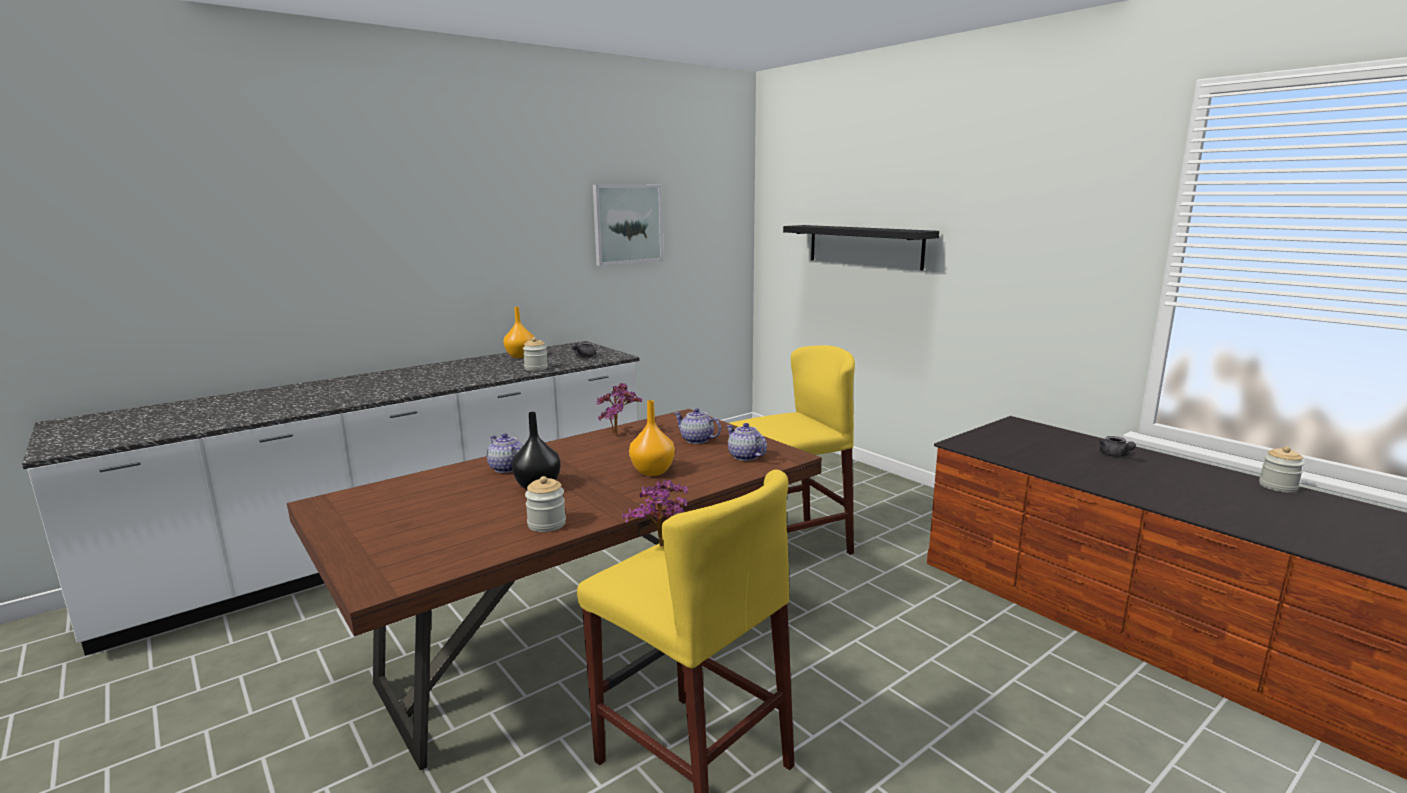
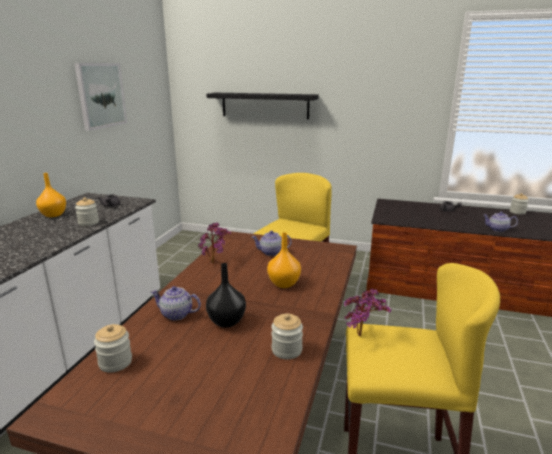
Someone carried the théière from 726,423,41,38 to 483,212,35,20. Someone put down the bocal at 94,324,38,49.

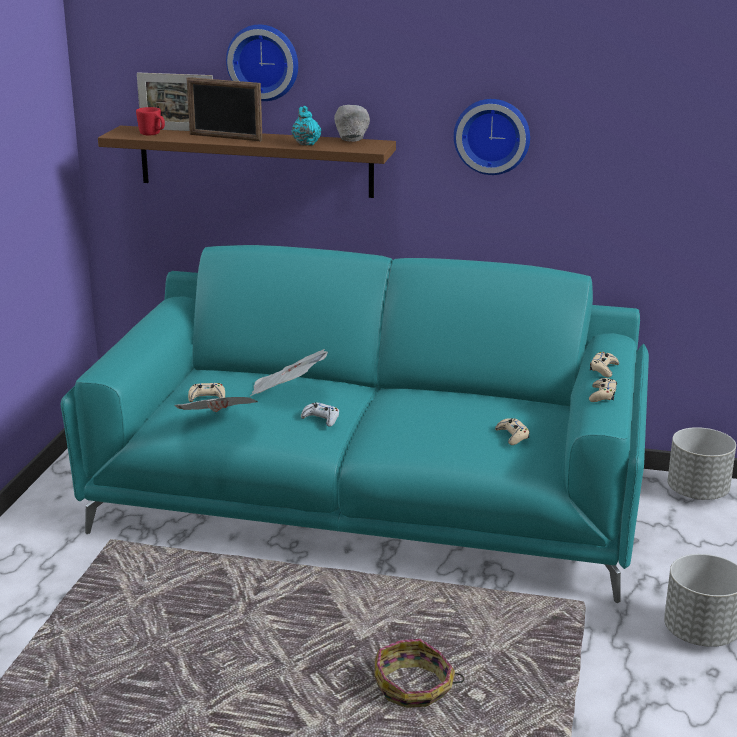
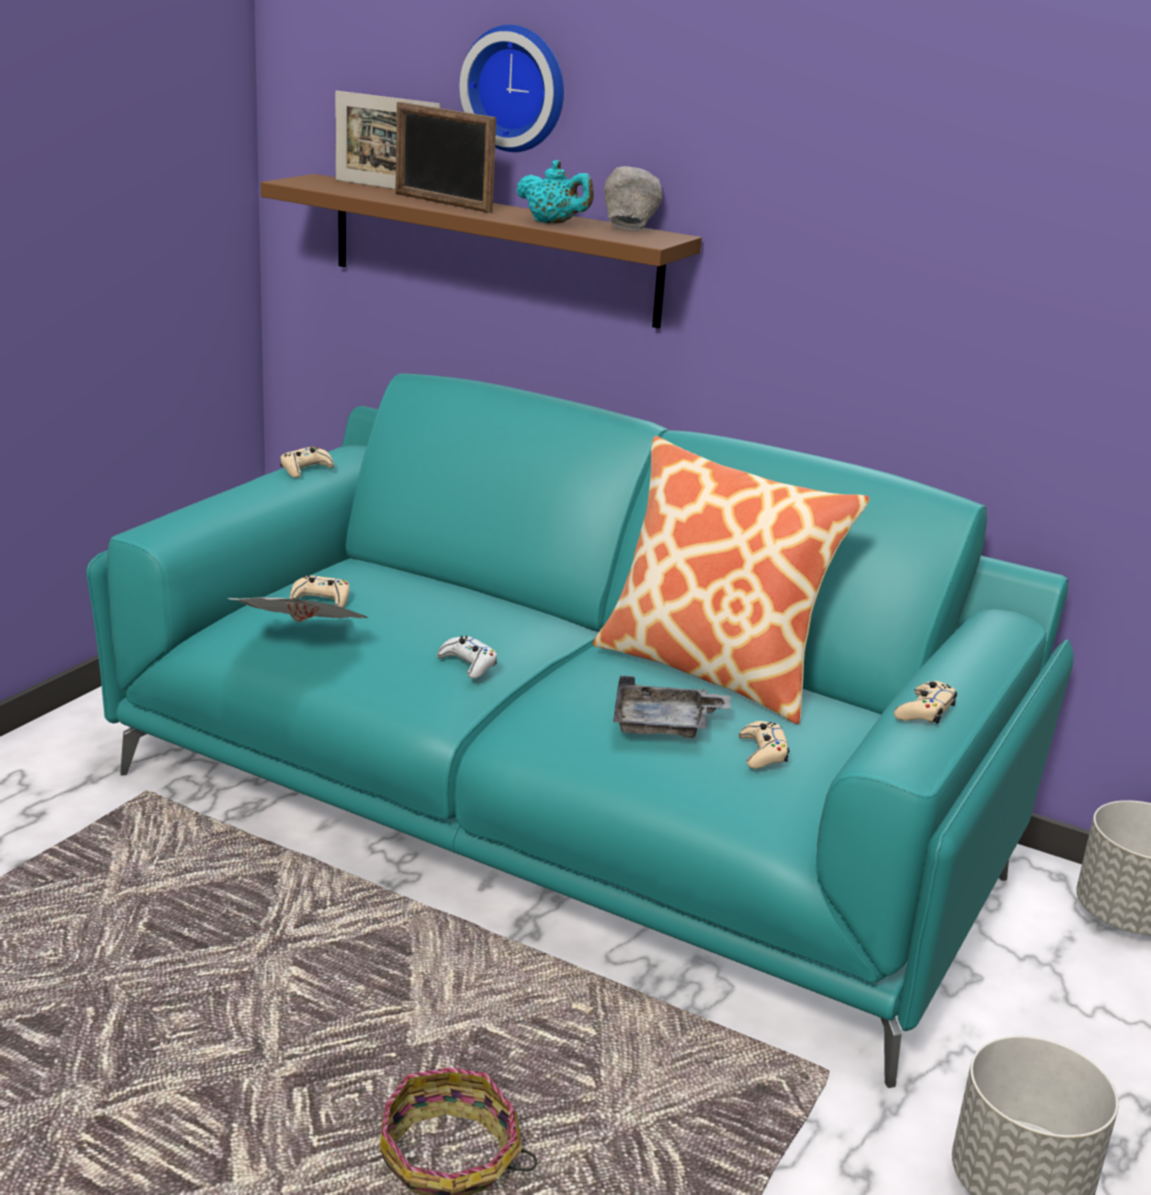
Someone took away the mug (rouge) at 136,107,29,29. Someone took away the journal at 250,349,78,47. Someone rotated the théière (turquoise) at 292,106,29,39 by 120 degrees clockwise. Someone took away the horloge murale at 454,99,76,76. Someone carried the manette (beige) from 590,352,29,25 to 280,446,54,32. Someone put down the coussin at 593,436,277,288. Someone put down the plateau (gris) at 613,676,118,62.

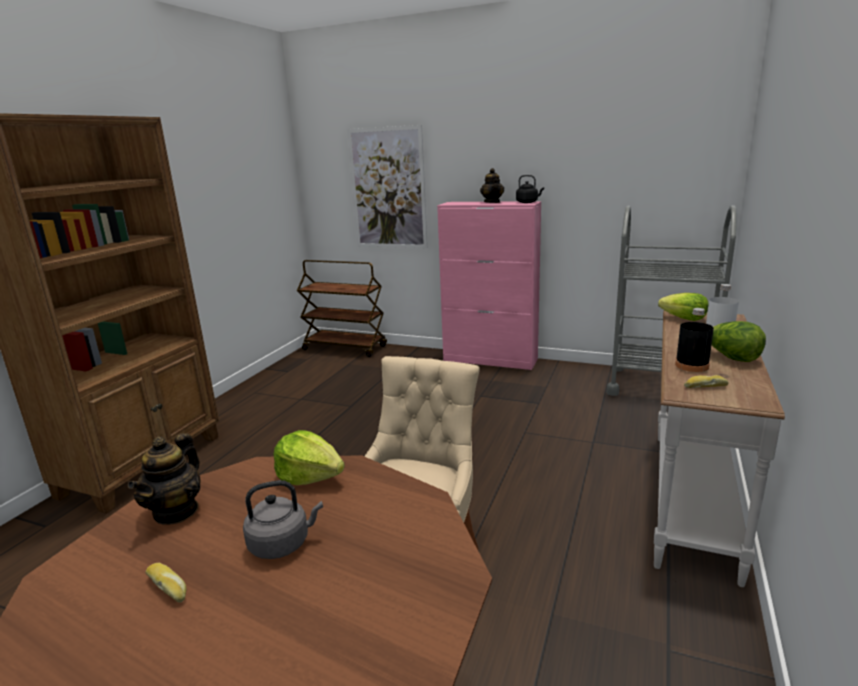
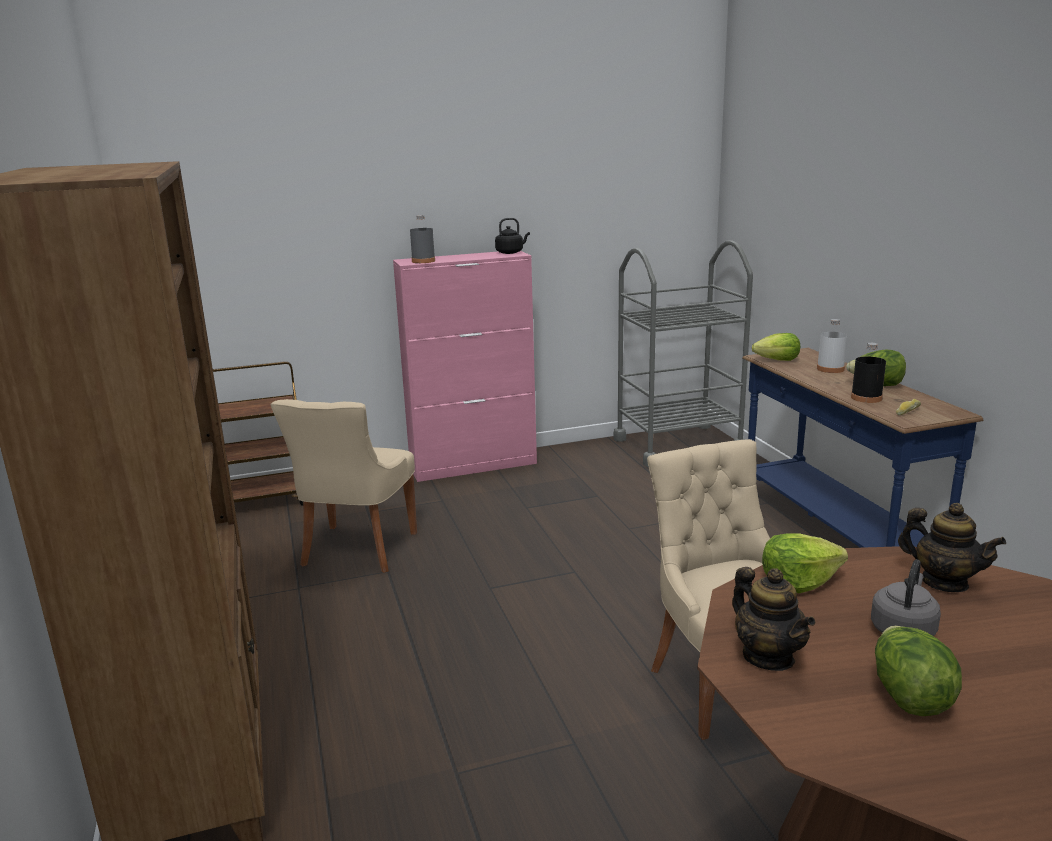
Someone swapped the pain at 146,563,40,40 for the laitue at 875,626,87,90. Someone took away the tableau at 347,125,81,123. Someone carried the théière from 480,168,24,35 to 898,503,108,89. Someone repainted the table console (blanc) at 654,310,131,277, which became the table console (bleu) at 742,348,241,200. Someone put down the chaise (beige) at 270,399,147,174. Someone put down the bouteille (gris) at 410,215,25,48.

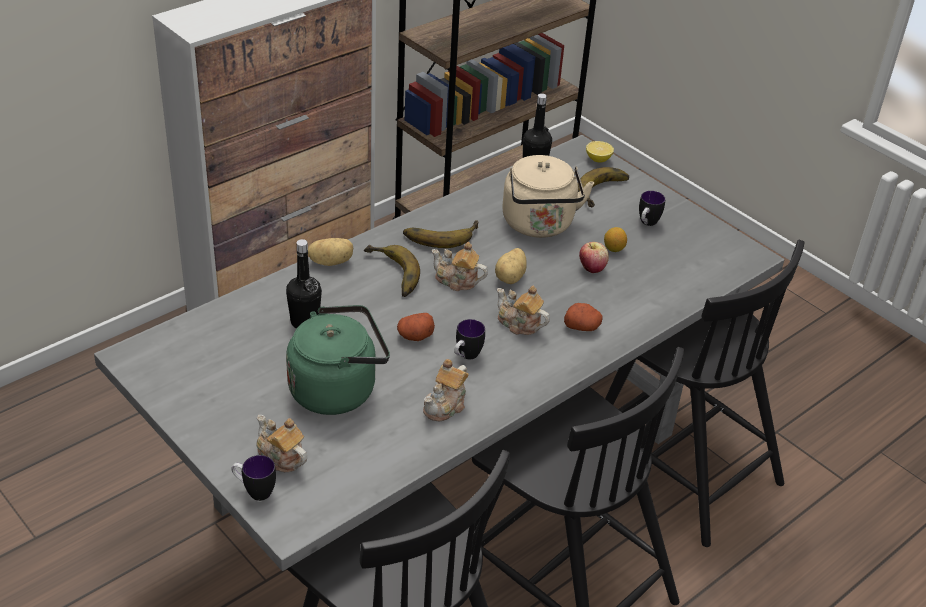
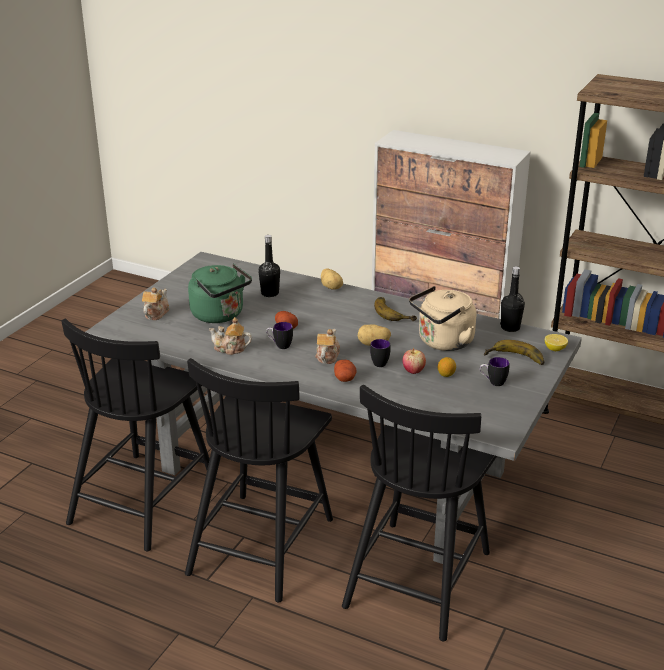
Someone carried the mug from 232,455,44,46 to 370,339,20,28. Someone took away the banane at 364,245,56,52. Someone took away the théière at 432,242,56,49.

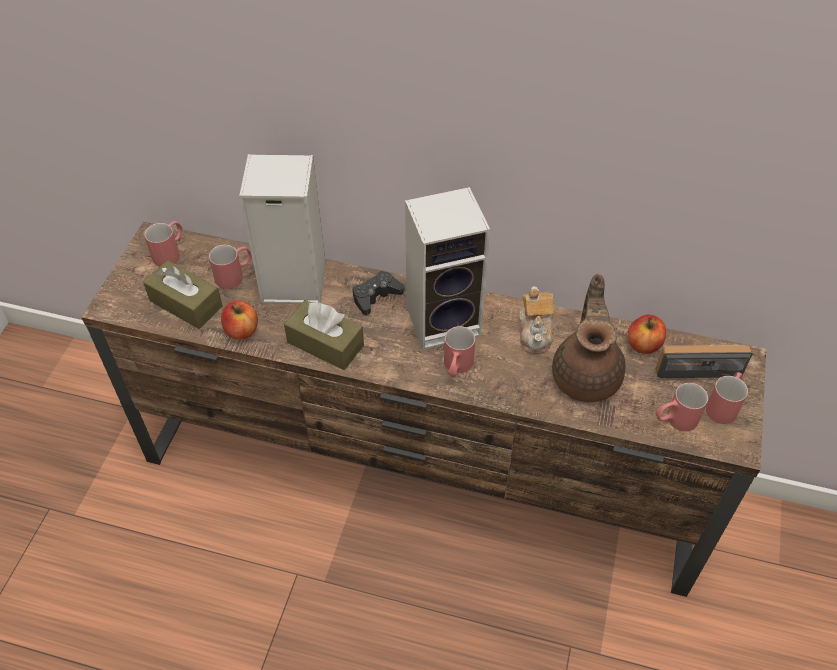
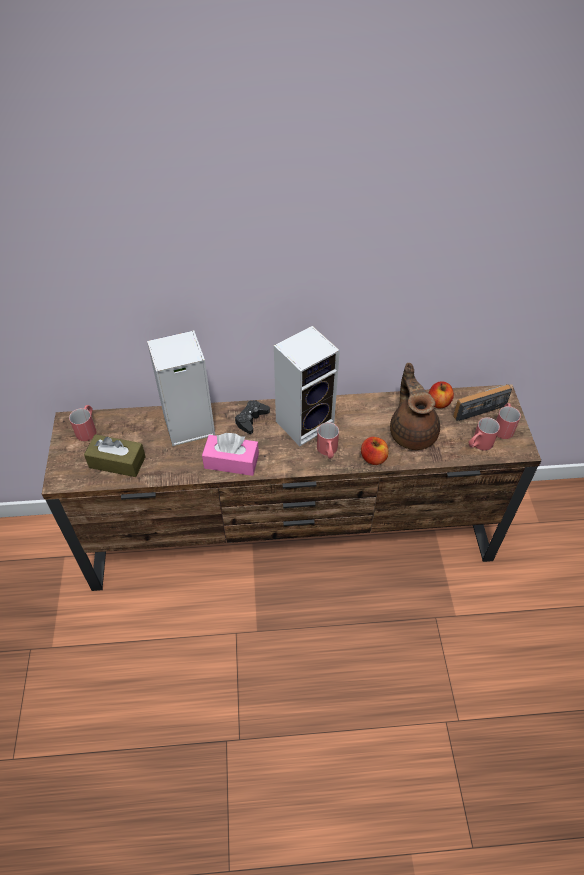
Someone took away the mug (rouge) at 209,245,43,44. Someone carried the pomme from 221,300,37,40 to 361,437,28,28. Someone repainted the boîte à mouchoirs (marron) at 284,300,80,70, which became the boîte à mouchoirs (rose) at 202,433,57,43. Someone took away the théière at 519,286,35,68.

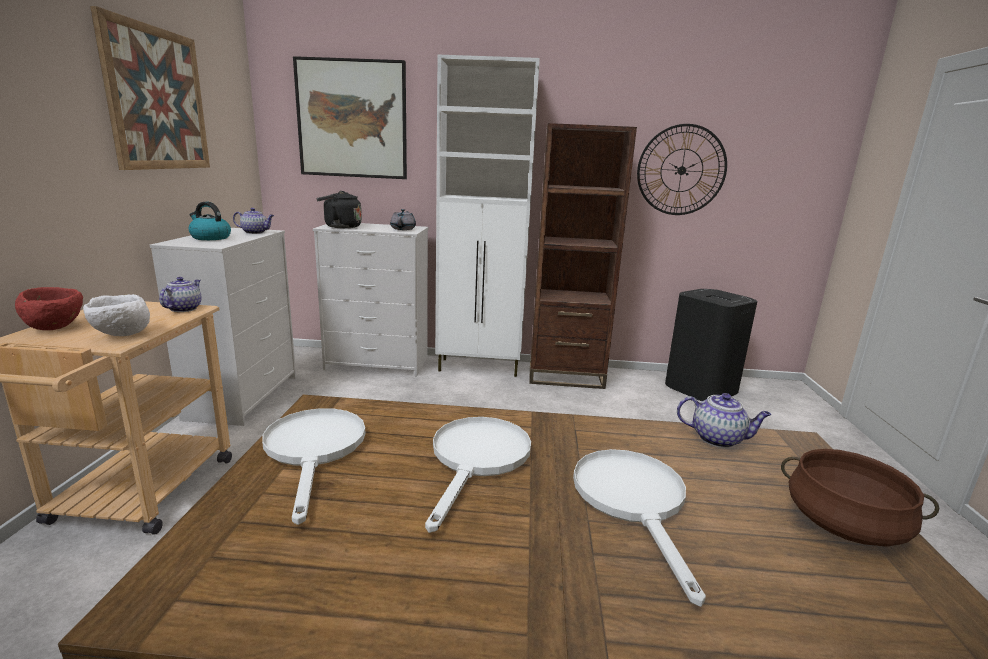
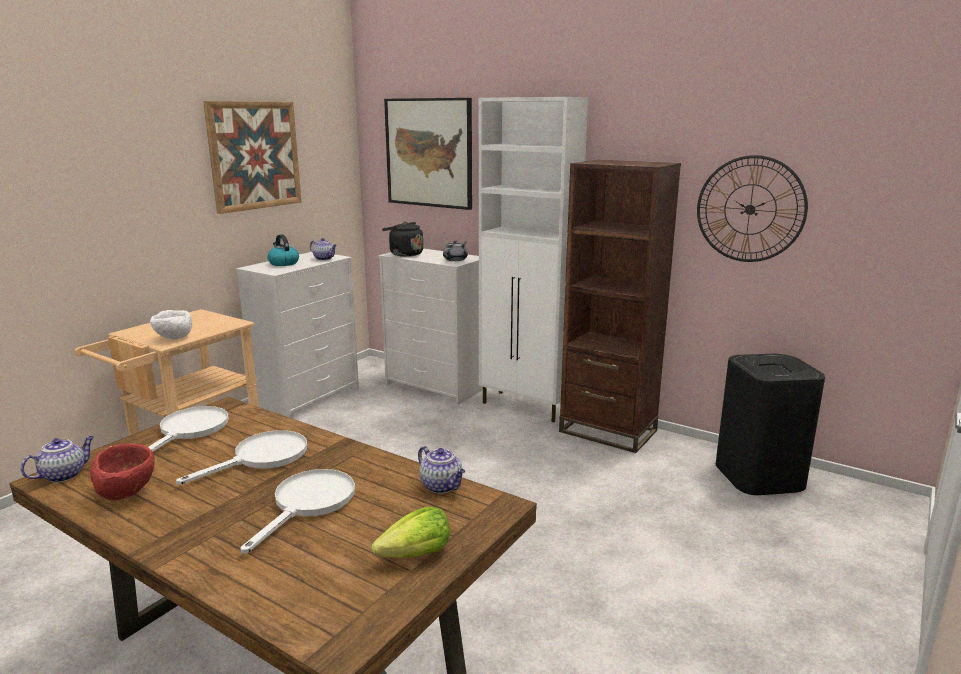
Someone carried the bol (rouge) from 15,287,68,43 to 90,444,65,56. Someone carried the théière from 159,277,42,35 to 20,436,74,47. Someone swapped the marmite (marron) at 781,449,158,98 for the laitue at 372,507,78,51.

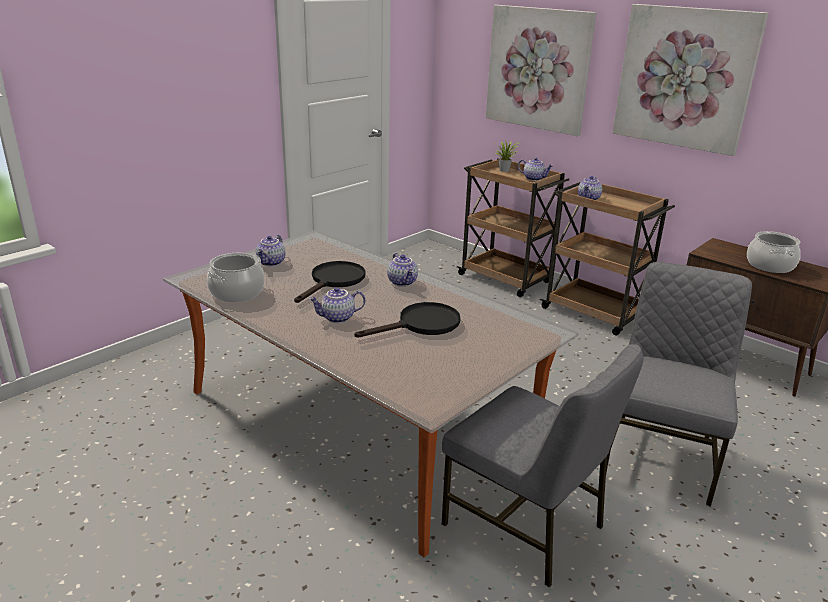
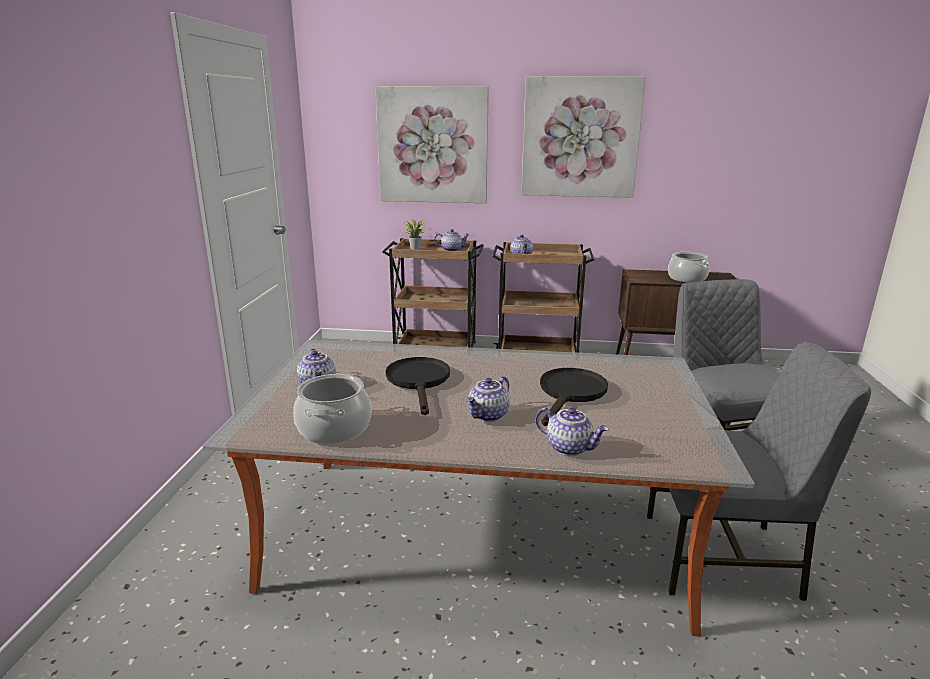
Someone carried the théière from 387,253,31,34 to 535,407,74,49.

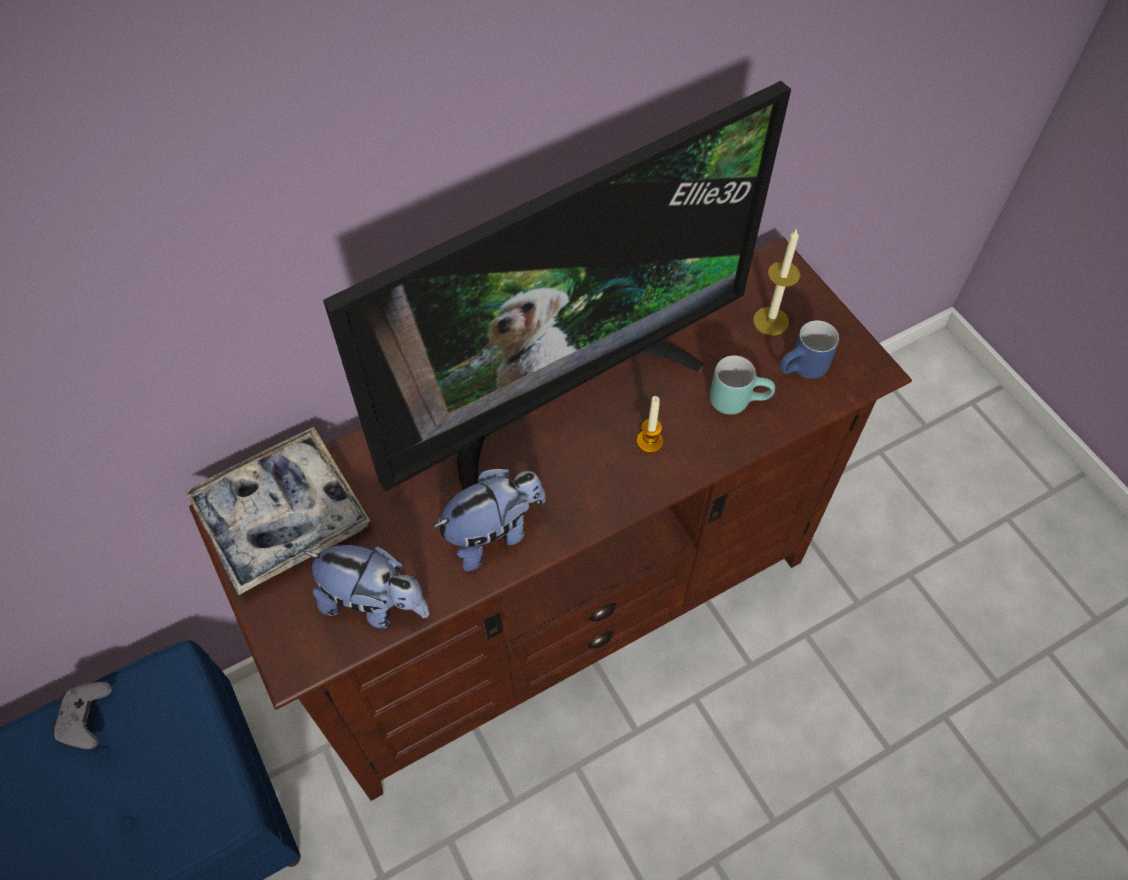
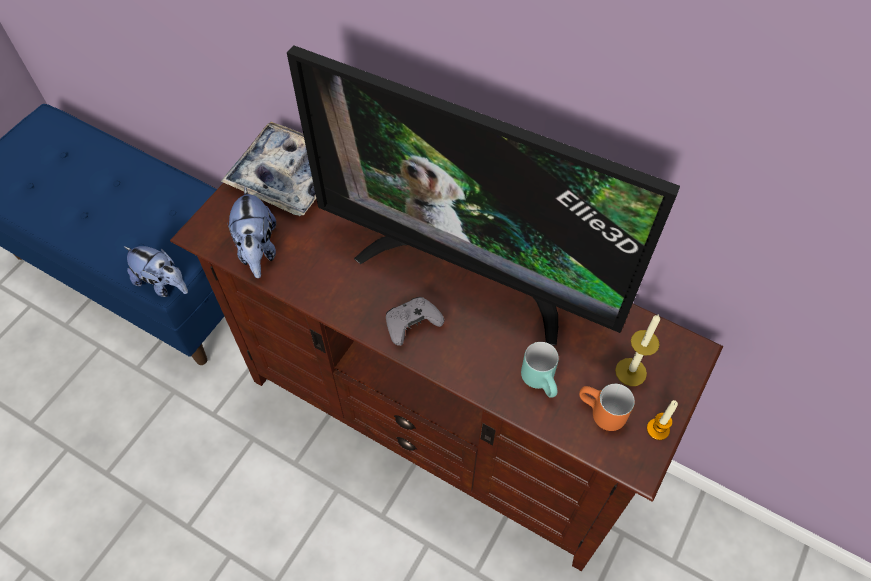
Someone carried the manette (gris) from 53,682,59,67 to 386,297,58,49. Someone carried the peluche from 433,468,113,103 to 124,246,64,51. Someone carried the bougie from 637,396,26,57 to 647,400,31,40. Someone repainted the mug (bleu) at 779,320,60,59, which became the mug (orange) at 579,384,56,47.

